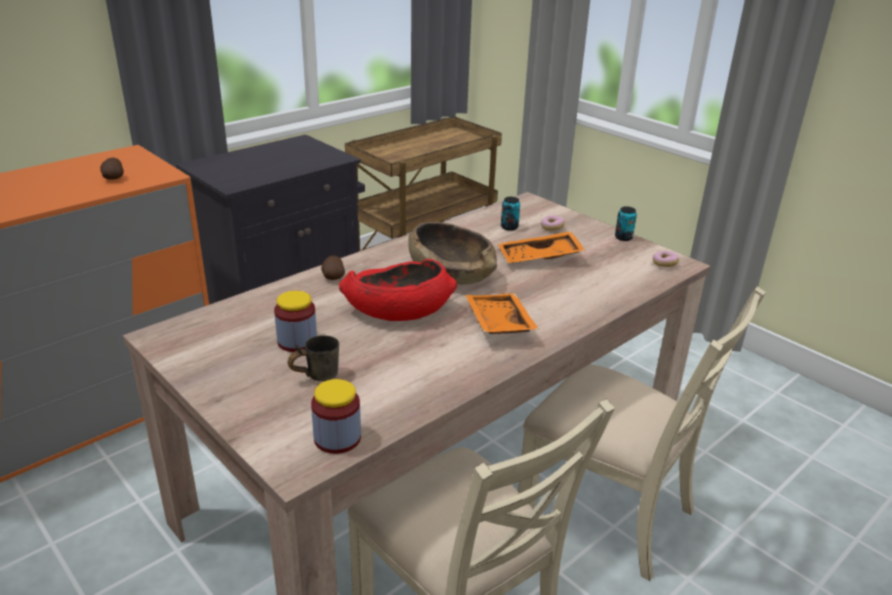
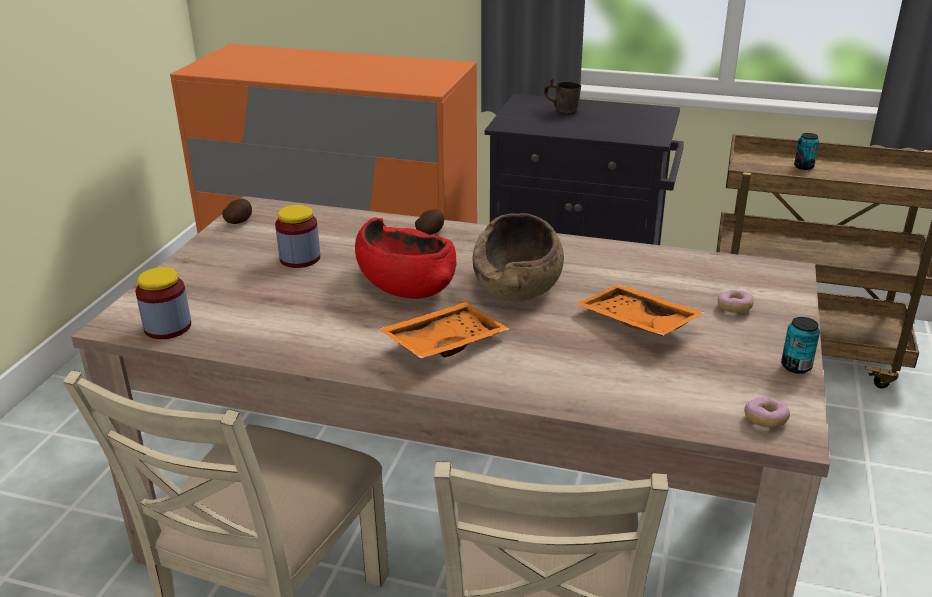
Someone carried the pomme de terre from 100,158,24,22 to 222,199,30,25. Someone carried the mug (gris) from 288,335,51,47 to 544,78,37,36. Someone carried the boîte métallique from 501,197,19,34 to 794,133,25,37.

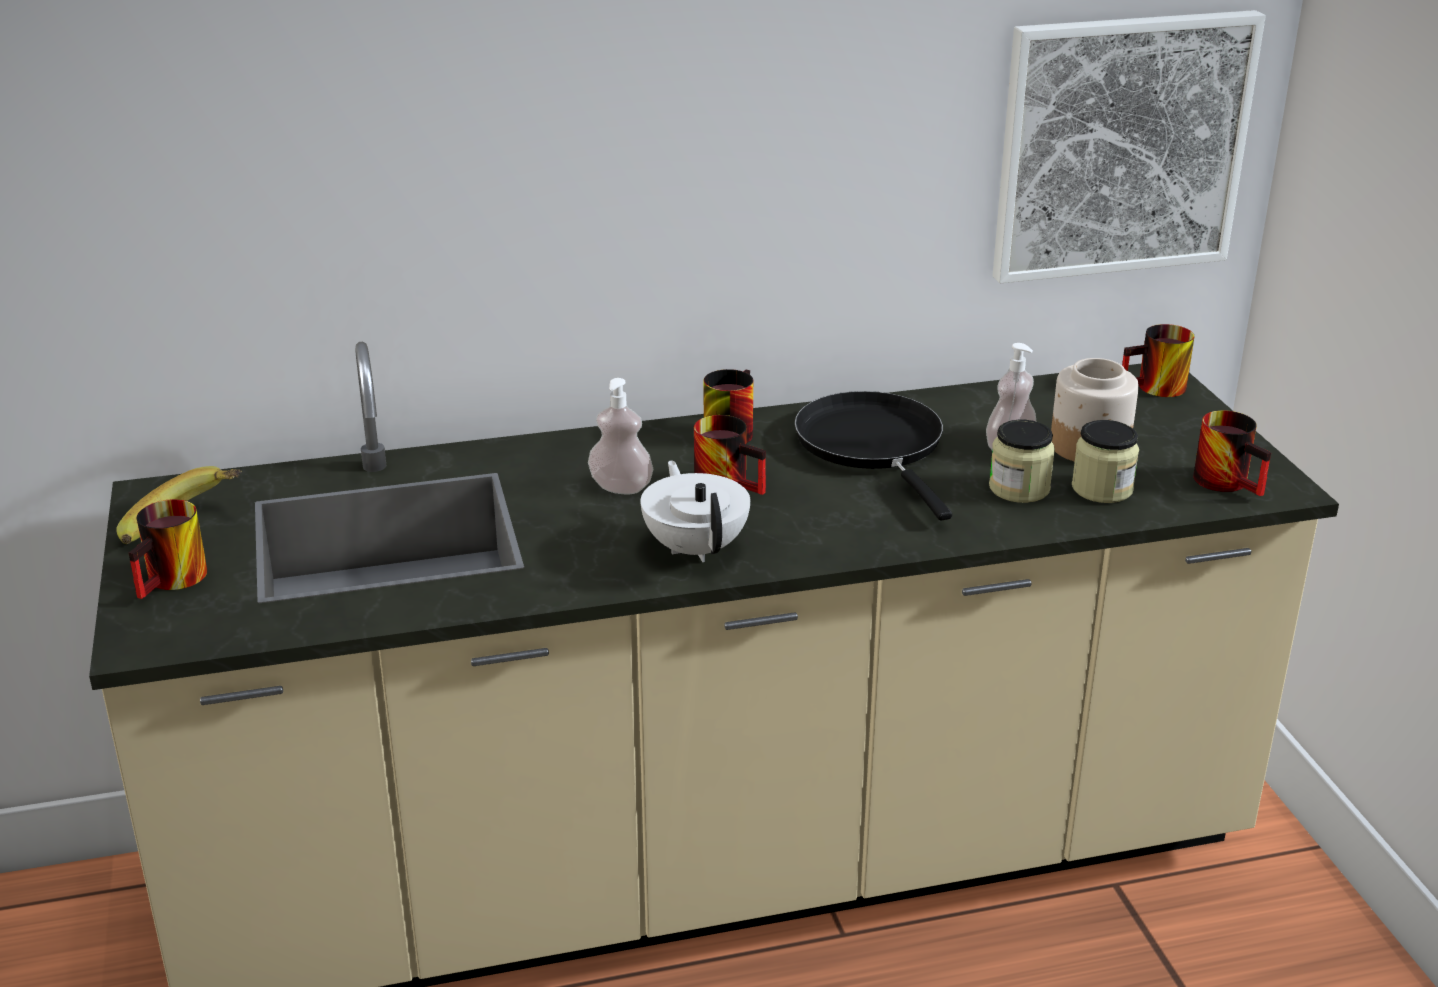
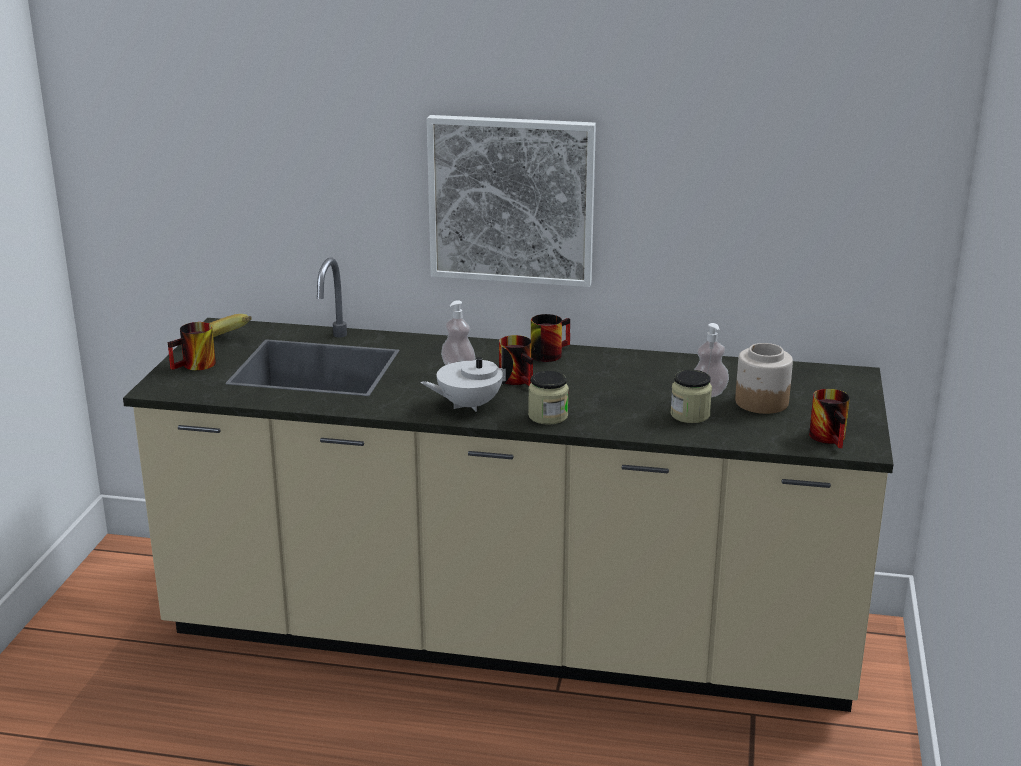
Someone rotated the théière (blanc) at 640,460,110,102 by 120 degrees counterclockwise. Someone took away the poêle (noir) at 794,391,158,129. Someone carried the tableau from 993,10,273,273 to 427,115,169,172. Someone carried the bocal from 1072,420,67,83 to 528,371,41,54. Someone took away the mug at 1122,324,73,73.

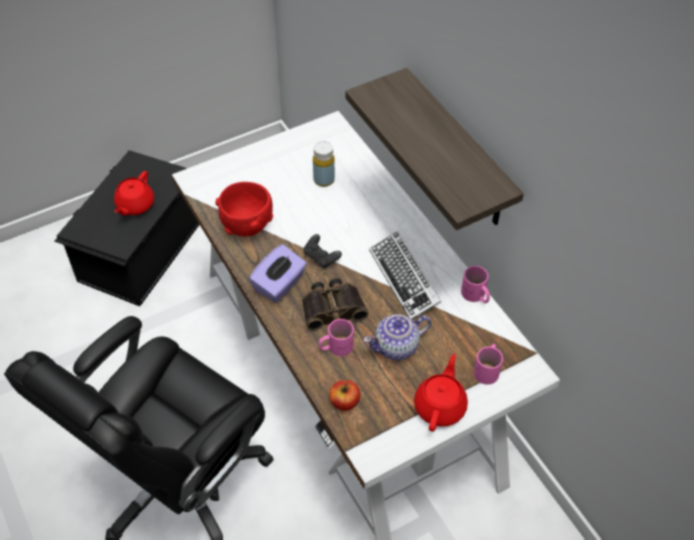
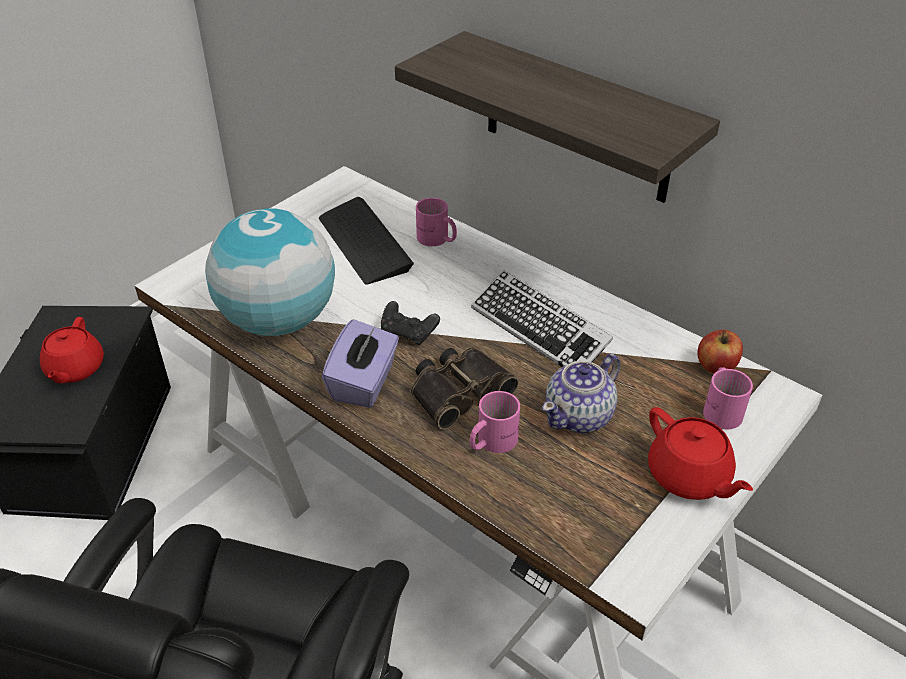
Someone swapped the bol (rouge) at 216,182,57,54 for the globe at 205,209,130,127. Someone swapped the bouteille (jaune) at 313,141,22,46 for the clavier at 319,197,95,88. Someone carried the pomme from 329,380,32,31 to 697,330,46,43. Someone rotated the théière (rouge) at 414,354,54,78 by 150 degrees clockwise. Someone carried the mug (rose) from 461,266,29,37 to 416,198,41,48.

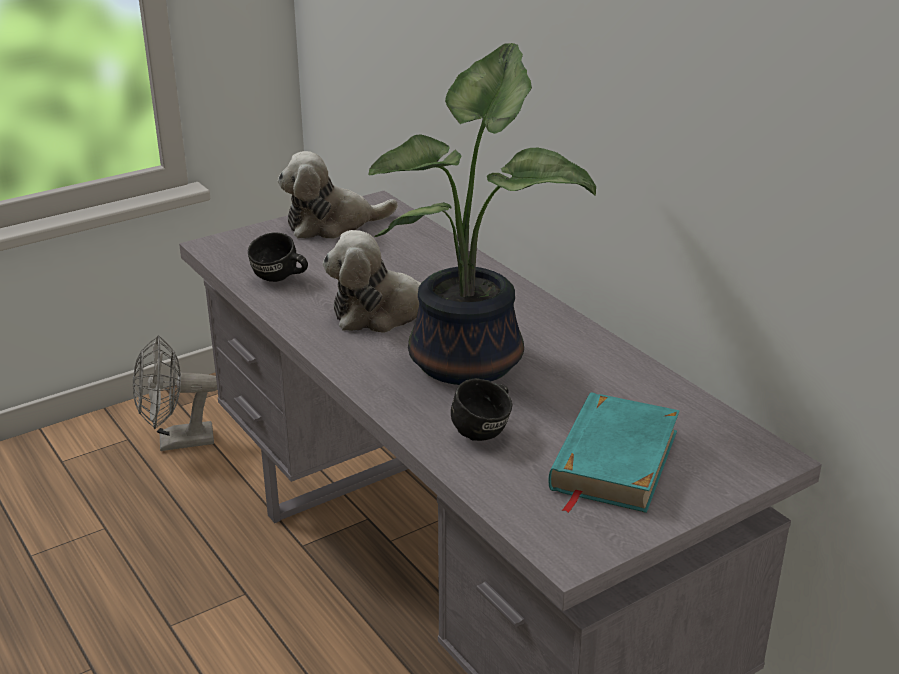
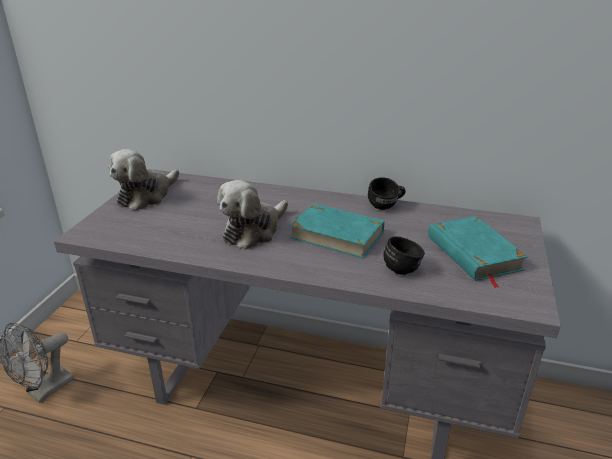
Someone carried the mug (noir) from 248,232,60,50 to 368,177,38,33. Someone swapped the plante en pot at 369,43,227,342 for the livre (turquoise) at 289,203,96,55.

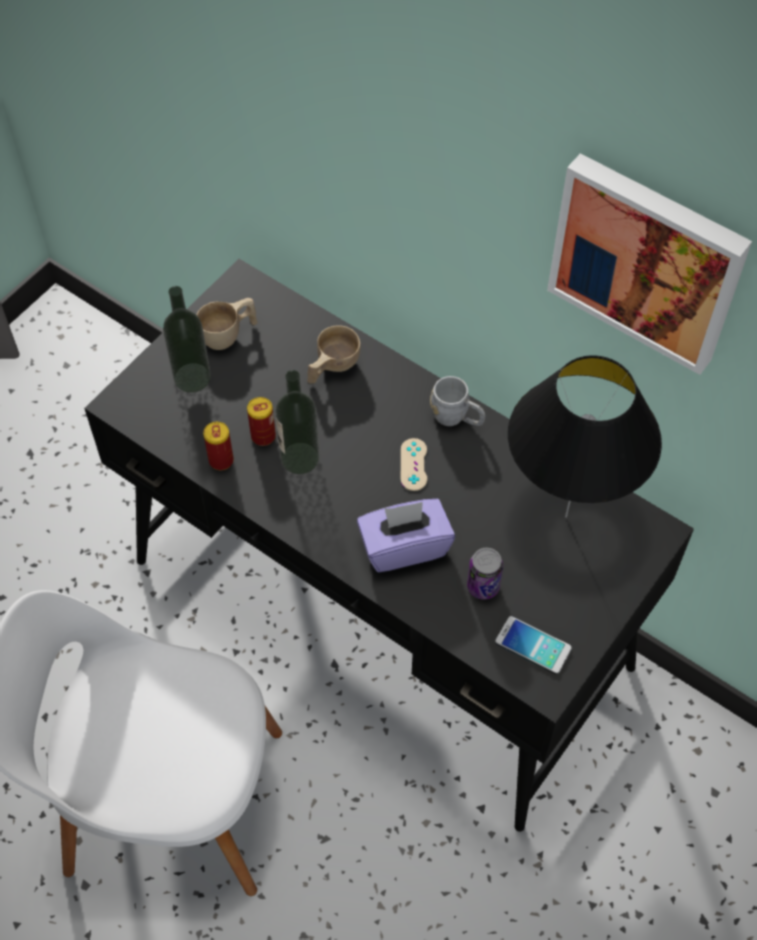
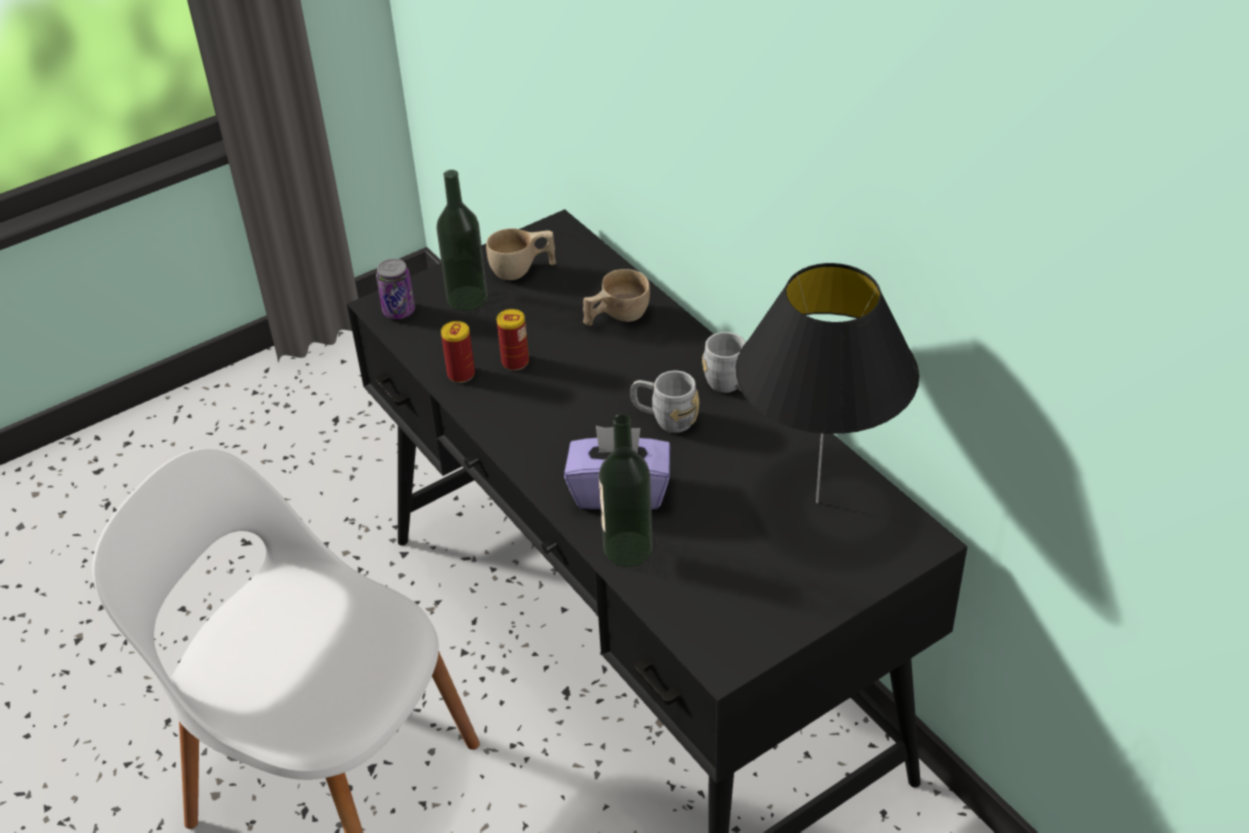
Someone carried the bouteille from 275,370,44,104 to 599,414,54,153. Someone swapped the manette (beige) at 401,438,26,53 for the mug (gris) at 630,371,69,62. Someone carried the boîte métallique from 467,548,36,52 to 376,258,39,61. Someone took away the téléphone at 495,616,77,58. Someone took away the tableau at 547,153,205,222.

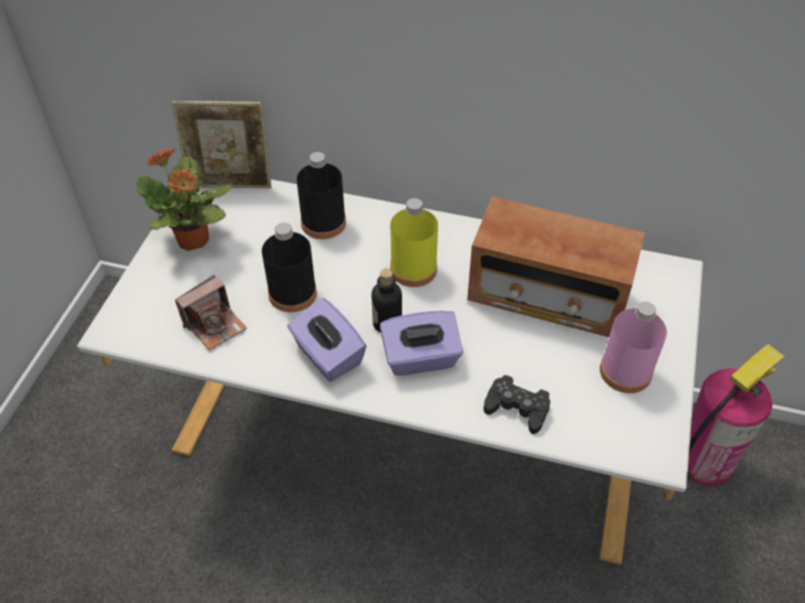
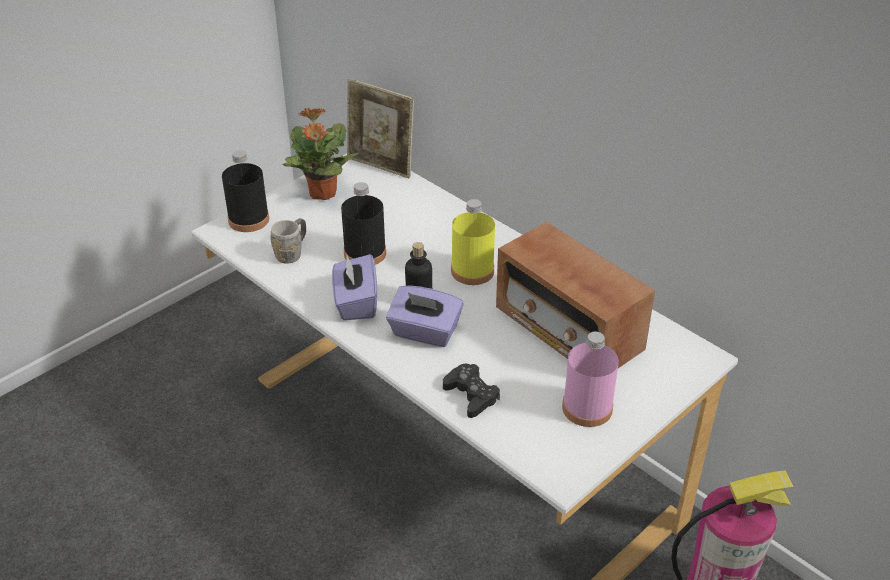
Someone swapped the appareil photo at 175,275,72,76 for the mug (gris) at 270,218,36,46. Someone carried the bouteille (noir) from 297,152,49,87 to 222,150,47,82.

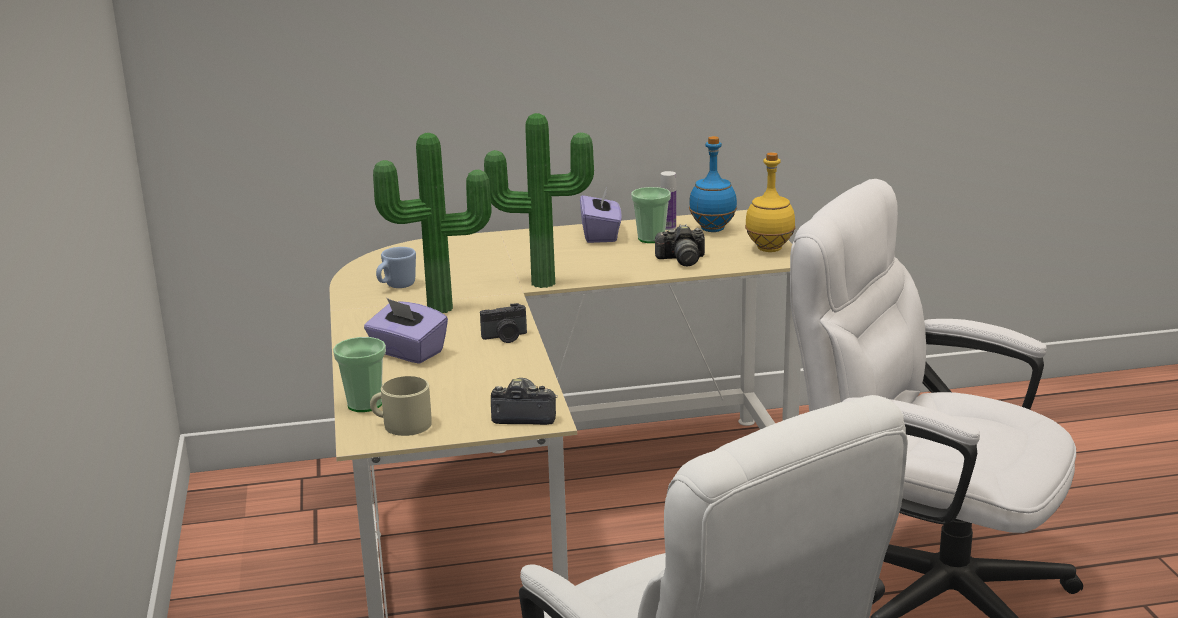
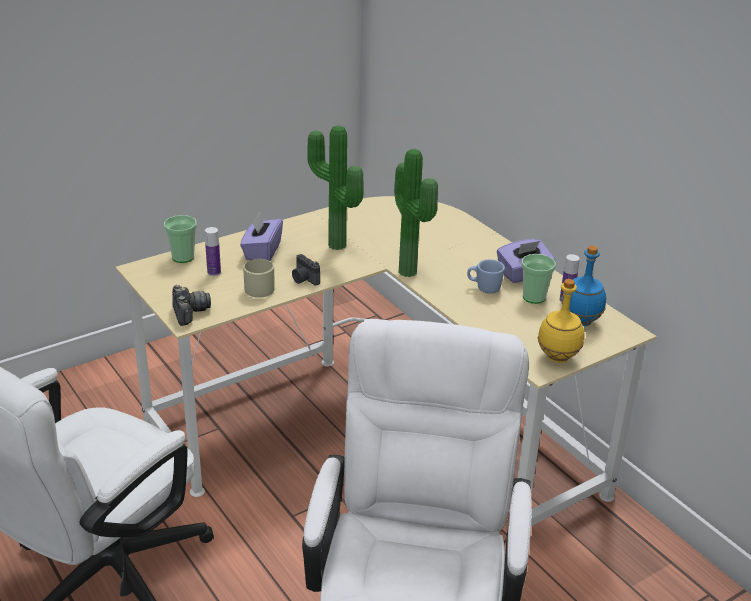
Someone carried the mug (beige) from 370,376,62,60 to 243,259,32,39. Someone carried the mug (bleu) from 376,247,40,41 to 467,259,38,35. Someone took away the appareil photo at 655,224,50,42. Someone put down the bouteille at 205,227,16,49.

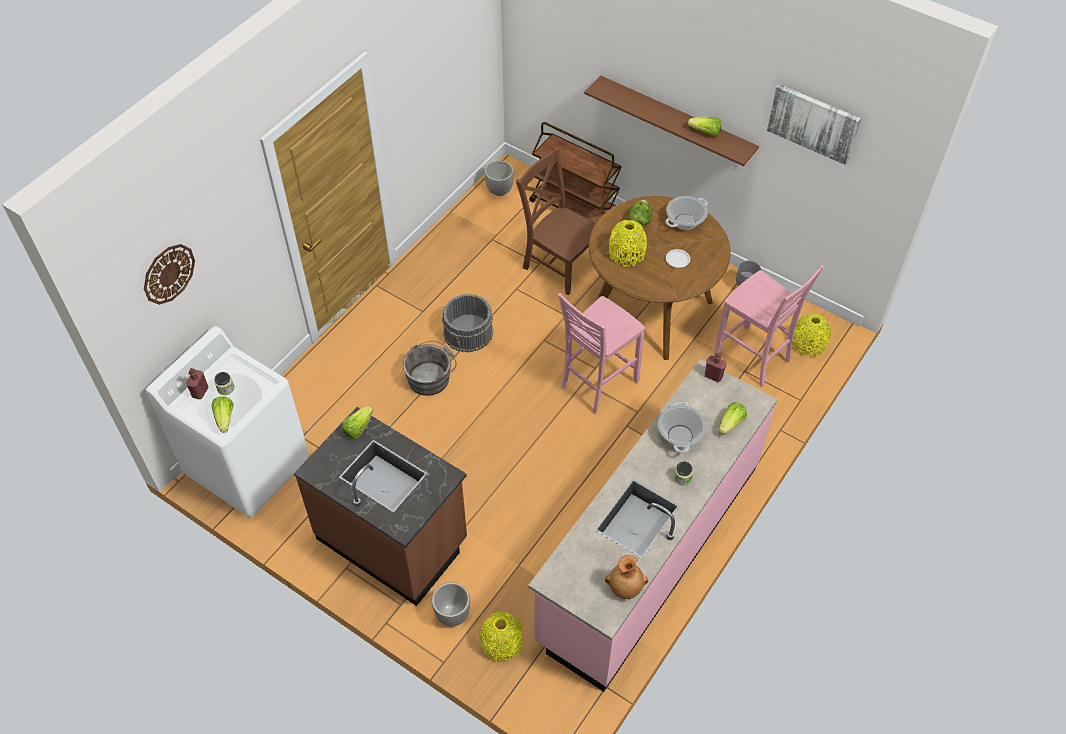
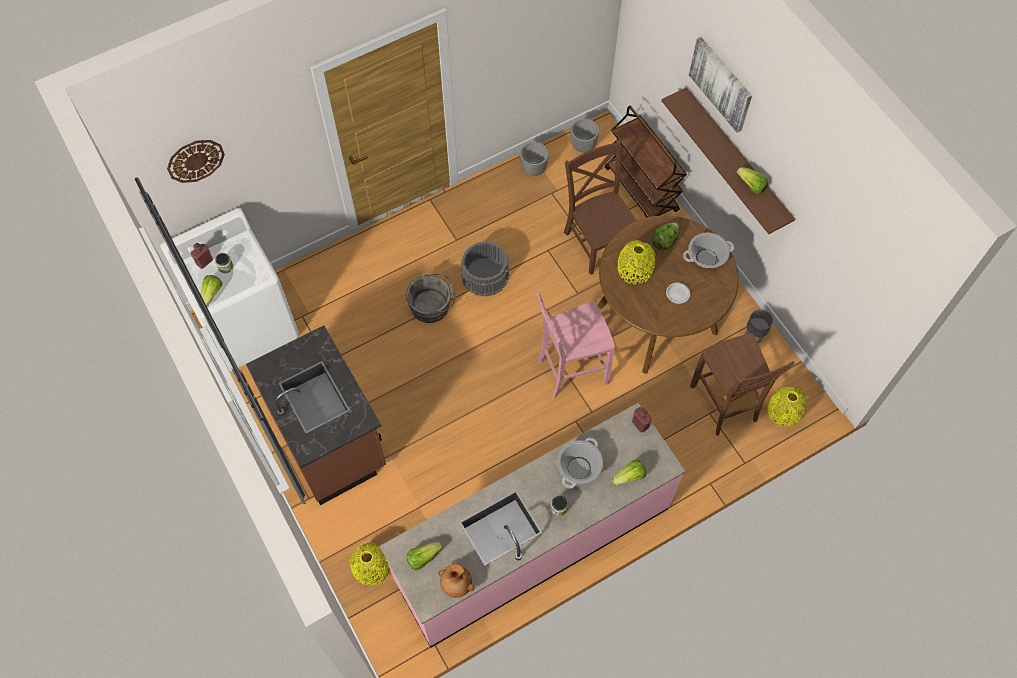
Someone carried the laitue from 341,406,32,33 to 407,542,35,29. Someone carried the cache-pot from 432,582,38,44 to 520,142,29,34. Someone repainted the chaise (rose) at 714,265,110,122, which became the chaise (marron) at 690,333,105,103. Someone carried the tableau from 767,84,94,81 to 689,37,63,96.

